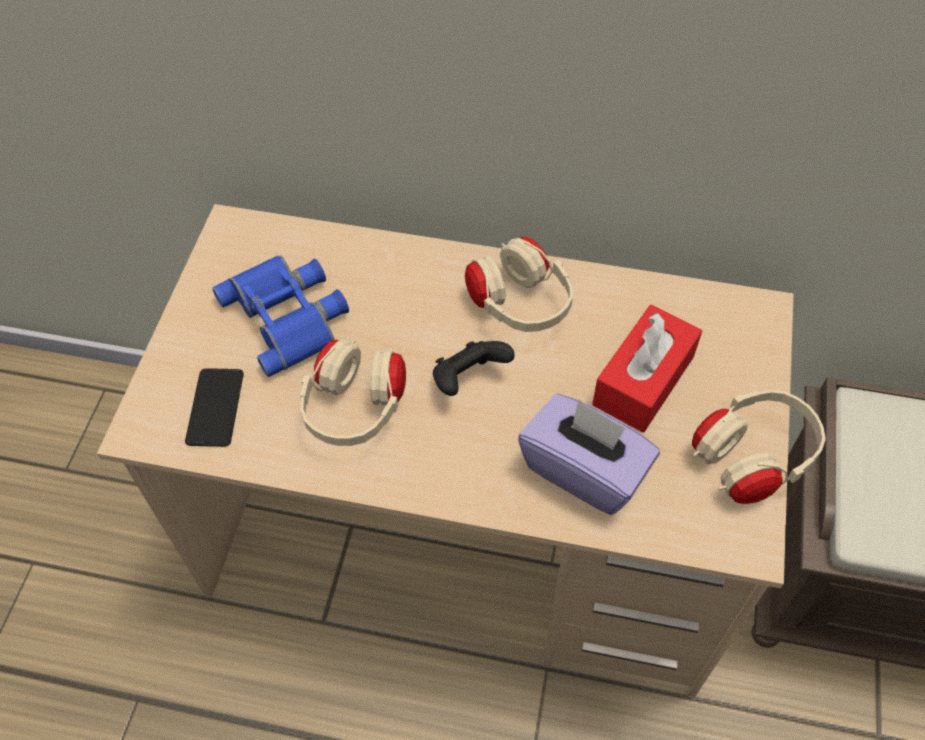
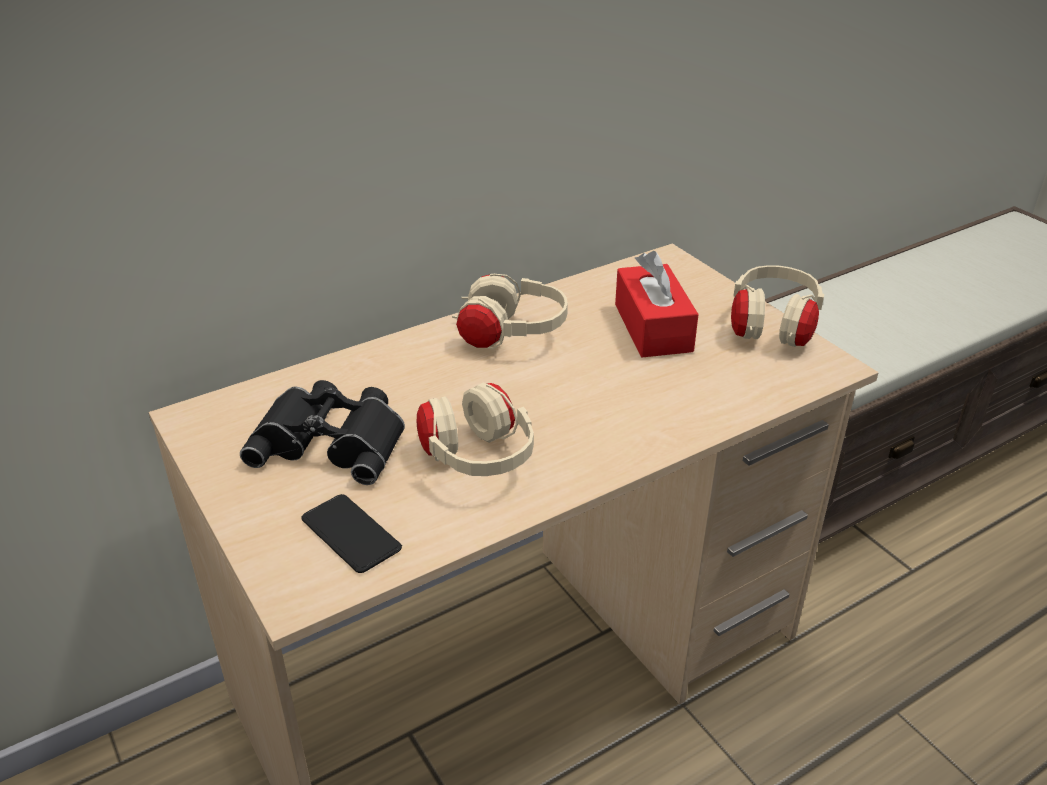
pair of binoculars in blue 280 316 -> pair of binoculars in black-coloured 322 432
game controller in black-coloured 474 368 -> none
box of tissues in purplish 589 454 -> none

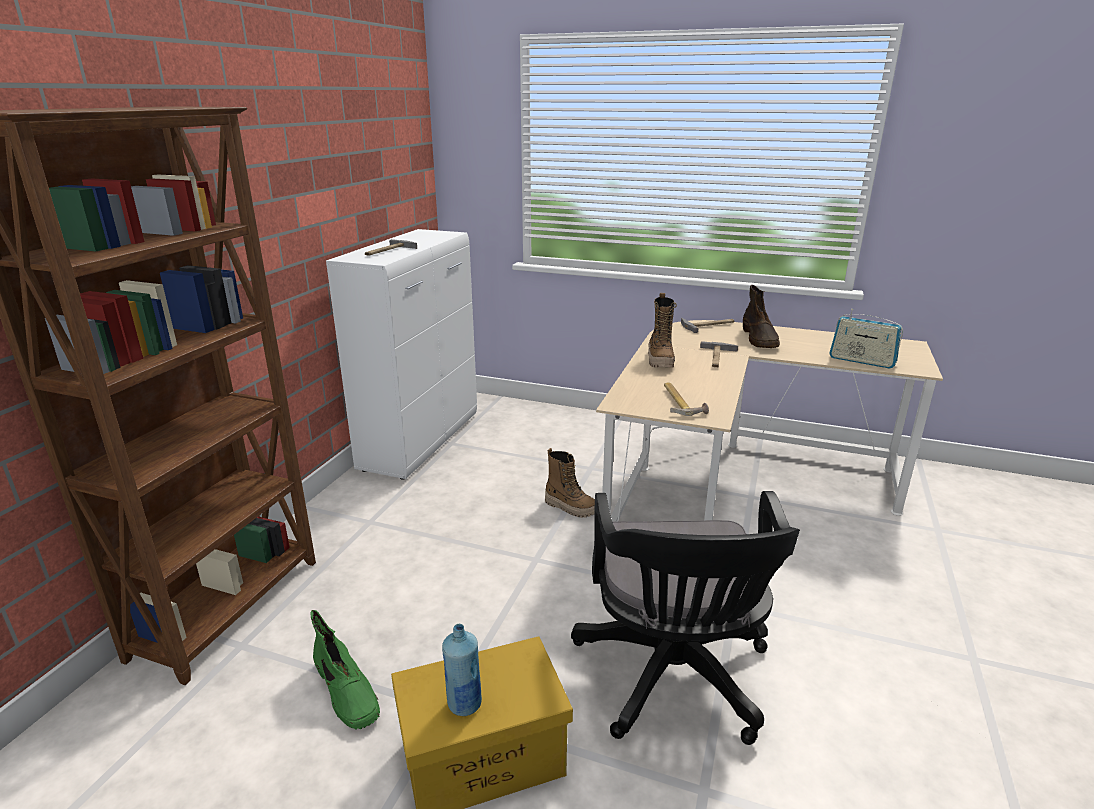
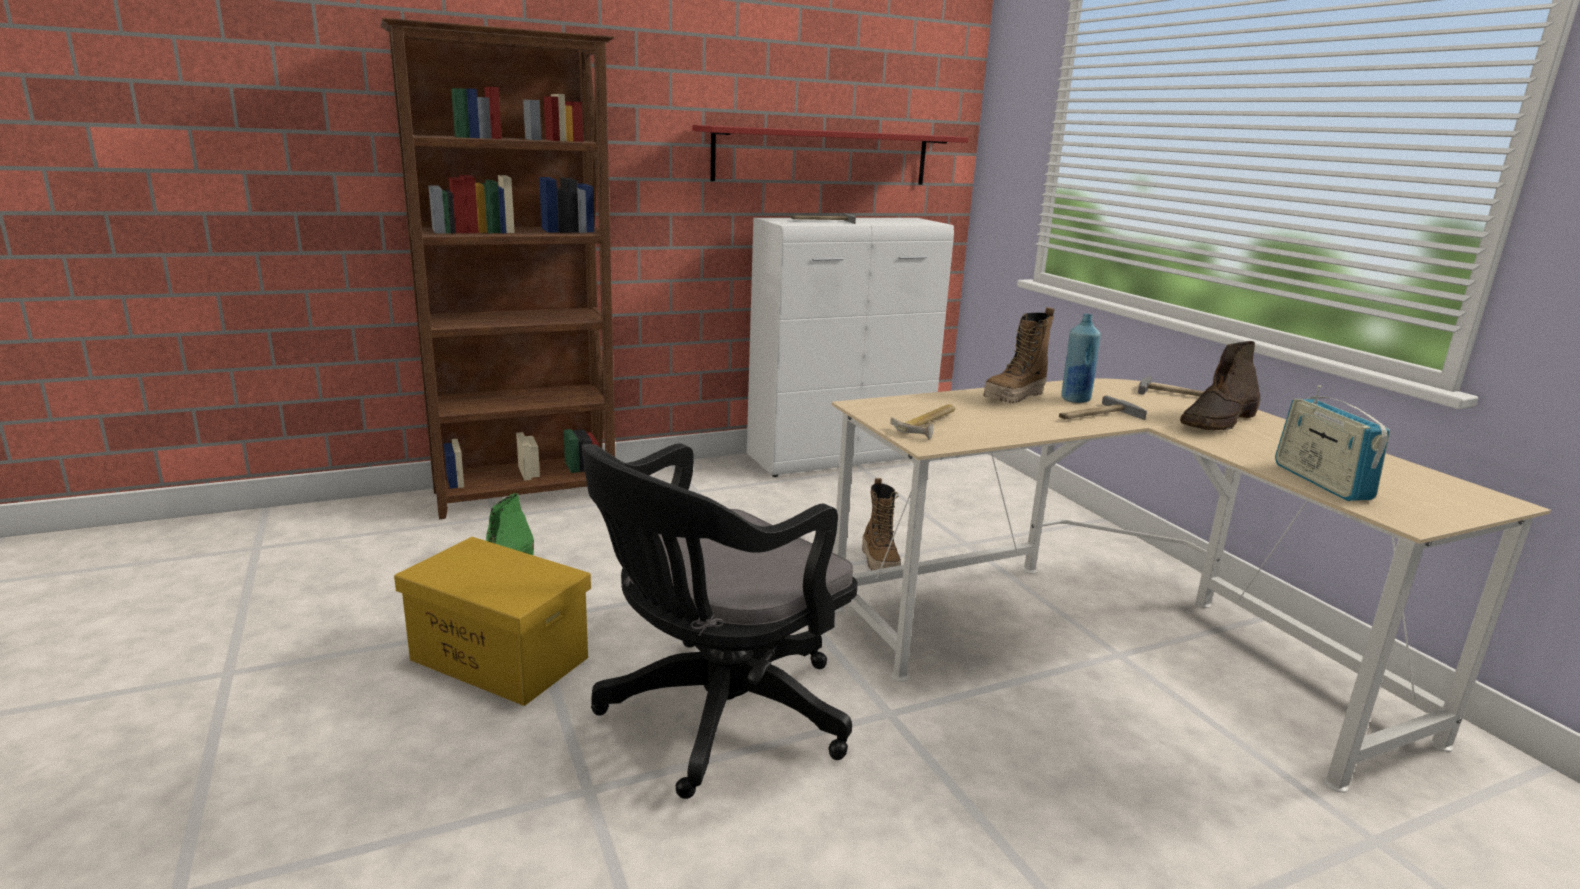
none -> wall shelf in reddish 830 155
drink bottle in blue 462 670 -> drink bottle in blue 1081 358, relocated

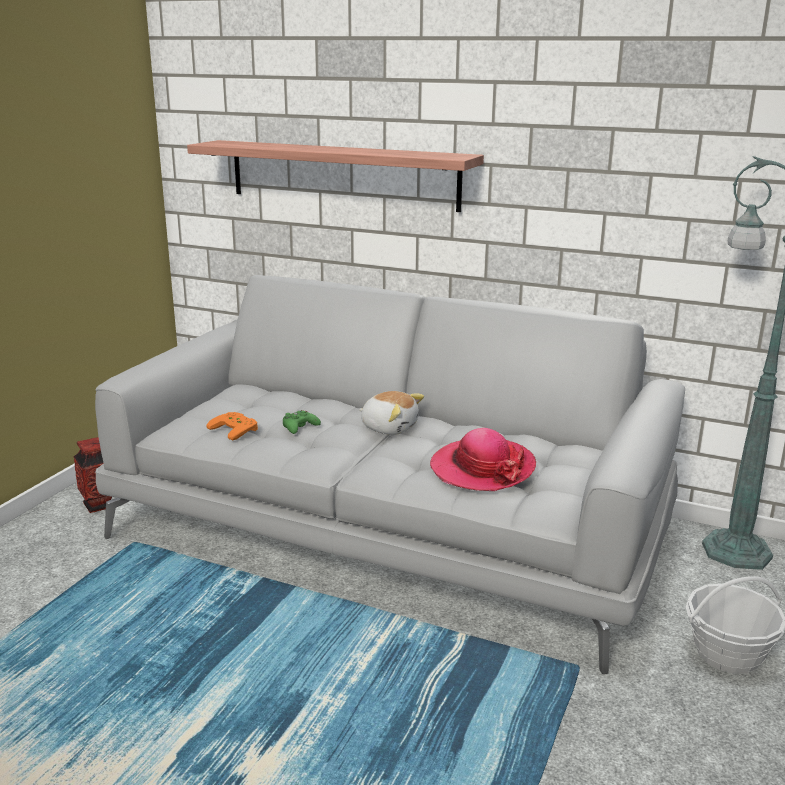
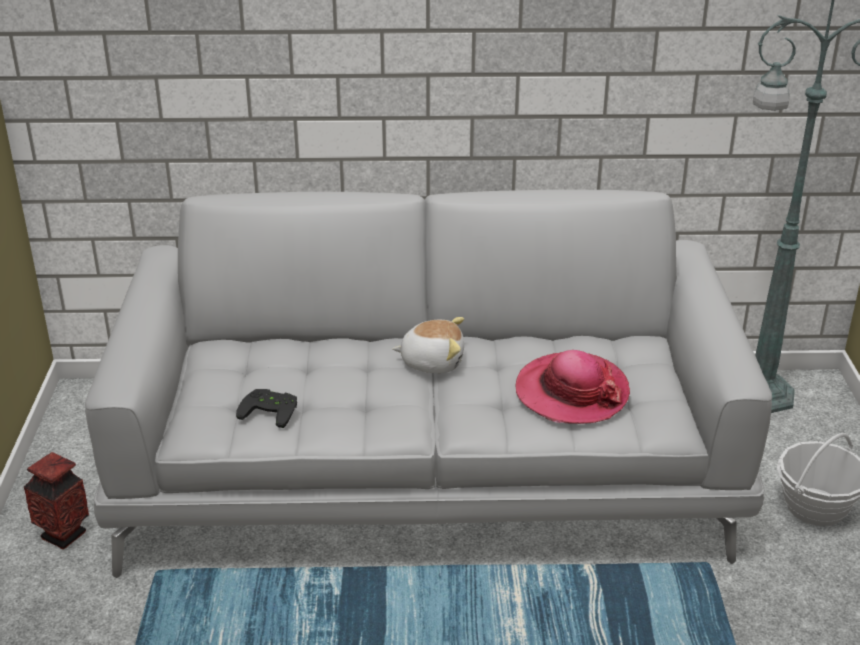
game controller in orangey 232 426 -> game controller in black-coloured 266 408
wall shelf 335 176 -> none
game controller in green 302 422 -> none

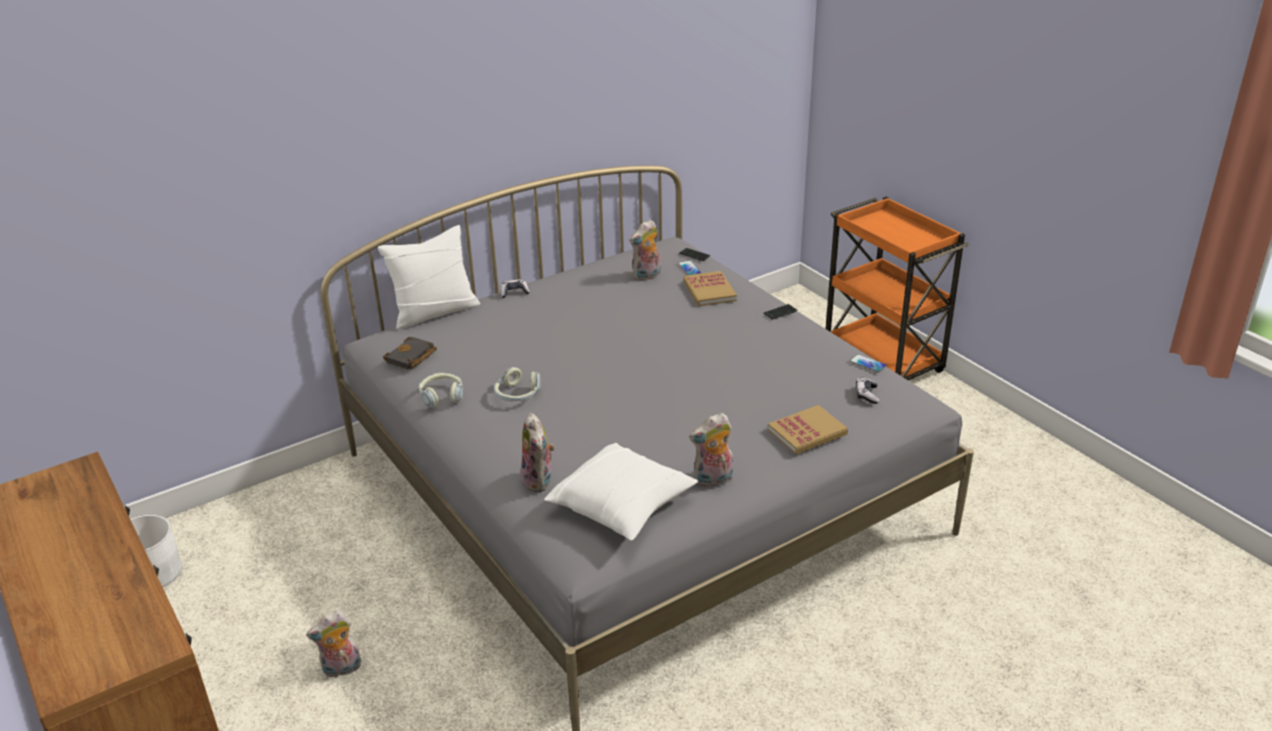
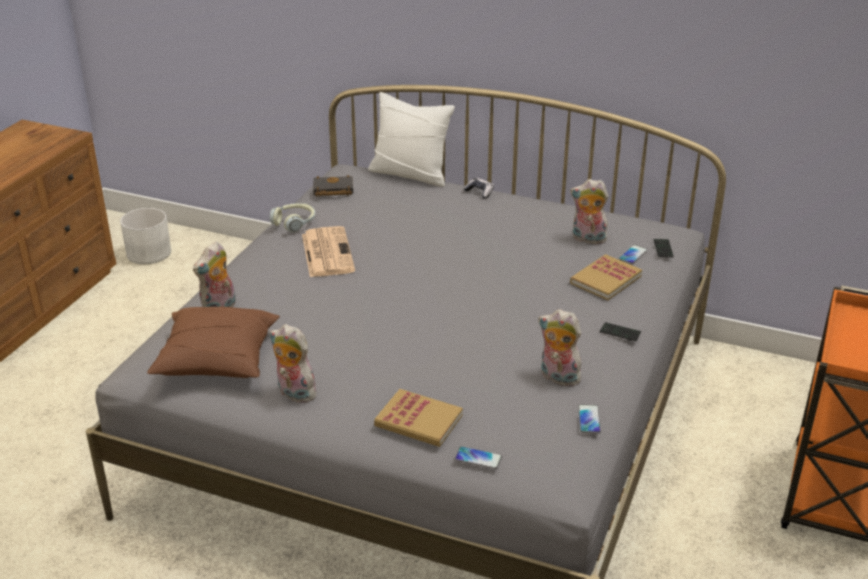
cushion in whitish 621 492 -> cushion in brown 213 342
headset 517 384 -> daily paper 328 251
none -> phone 478 457
plush toy 334 644 -> plush toy 560 347, relocated
game controller 868 391 -> none

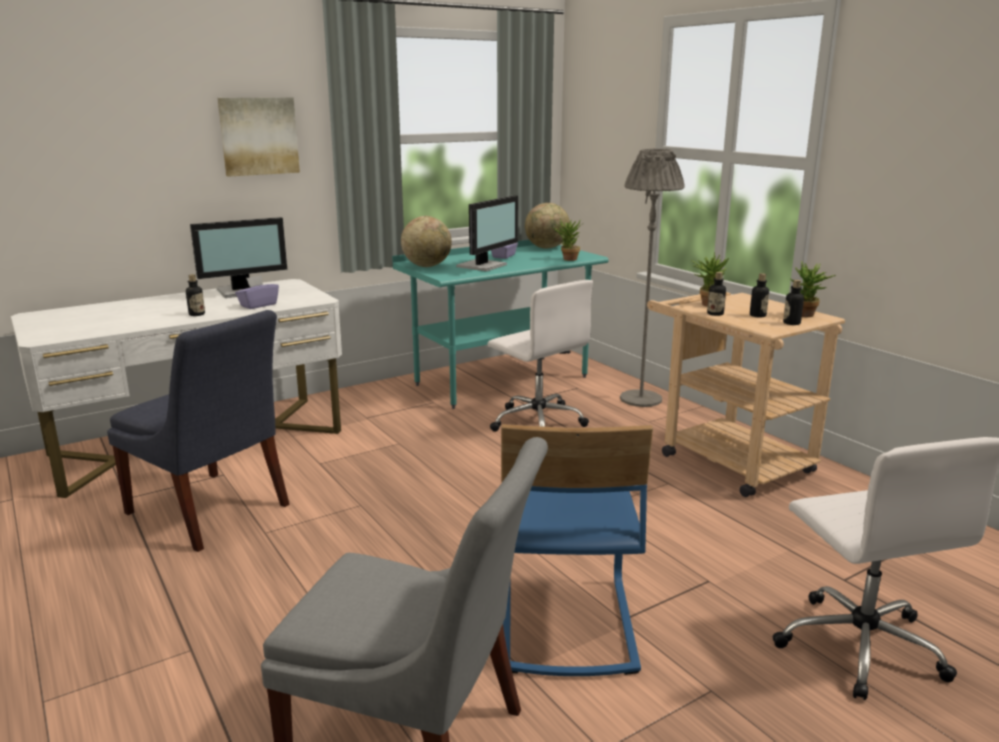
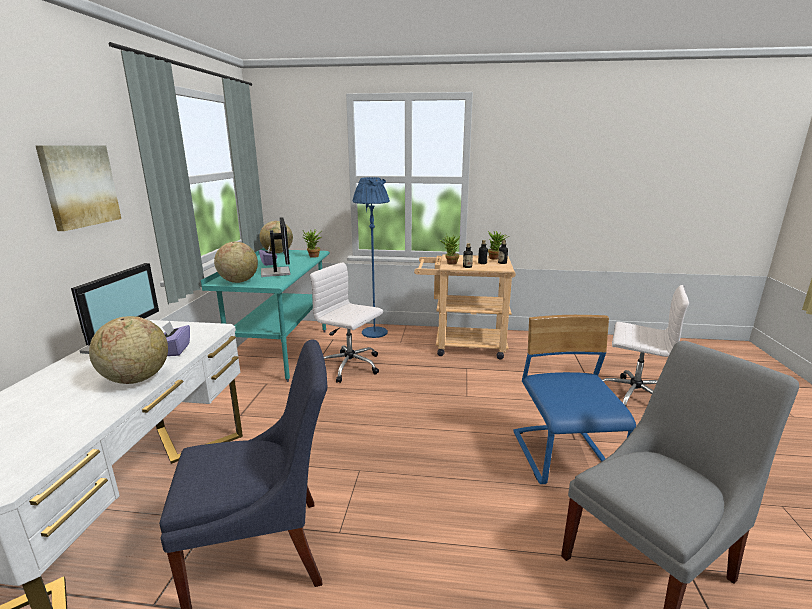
drink bottle 195 295 -> globe 128 350
office chair in whitish 540 356 -> office chair in whitish 346 322, 150 degrees counterclockwise
floor lamp in gray 652 278 -> floor lamp in blue 371 257
plain chair in blue 577 550 -> plain chair in blue 574 399, 135 degrees counterclockwise

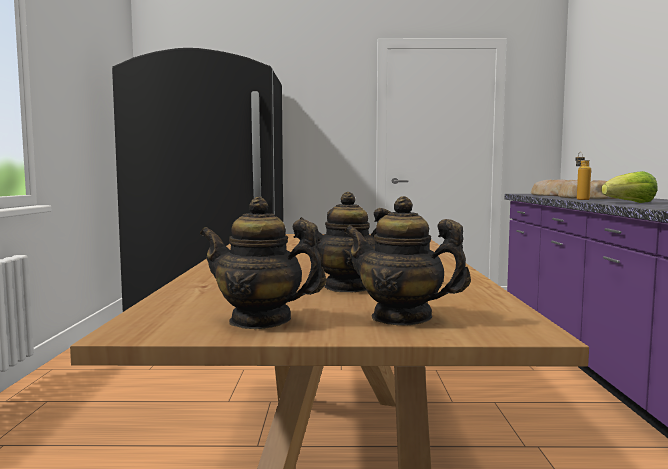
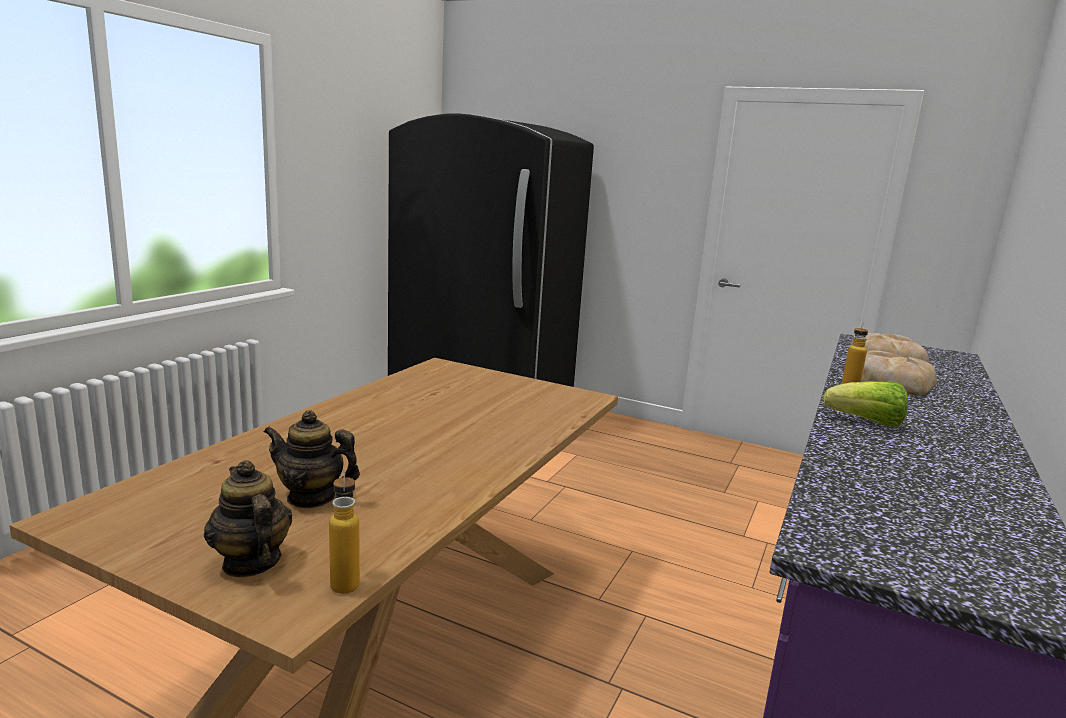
none -> drink bottle 344 531
tea pot 263 263 -> none

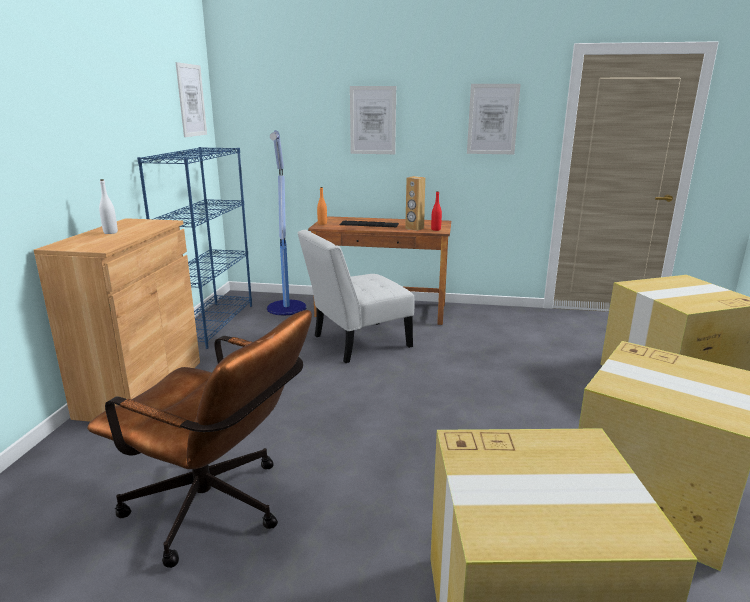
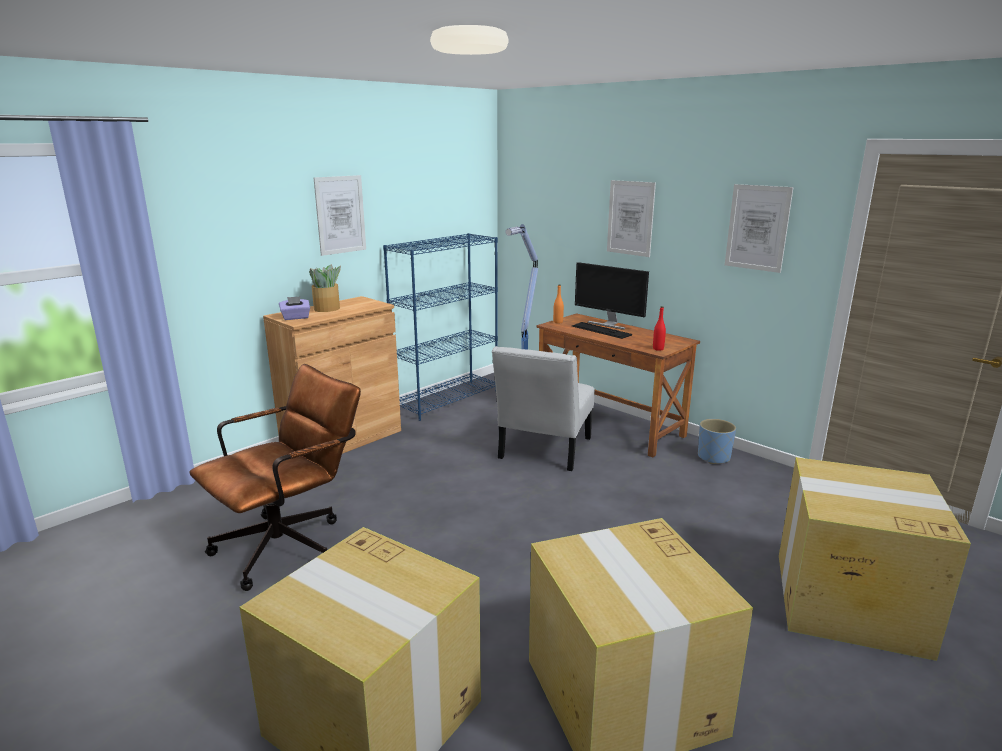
office chair in brown 199 439 -> office chair in brown 275 477, 105 degrees counterclockwise
none -> box of tissues in purplish 294 308
drink bottle in whitish 108 206 -> potted plant 325 288
picture 191 99 -> picture 340 215, relocated
plain chair in whitish 356 296 -> plain chair in whitish 543 408, 75 degrees counterclockwise
none -> computer display 612 296
none -> planter in blue 717 441
speaker in brown 415 203 -> none

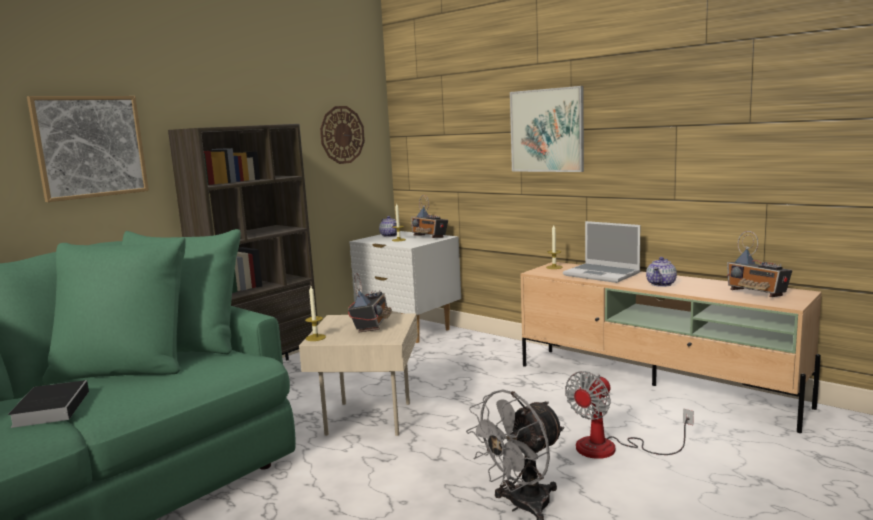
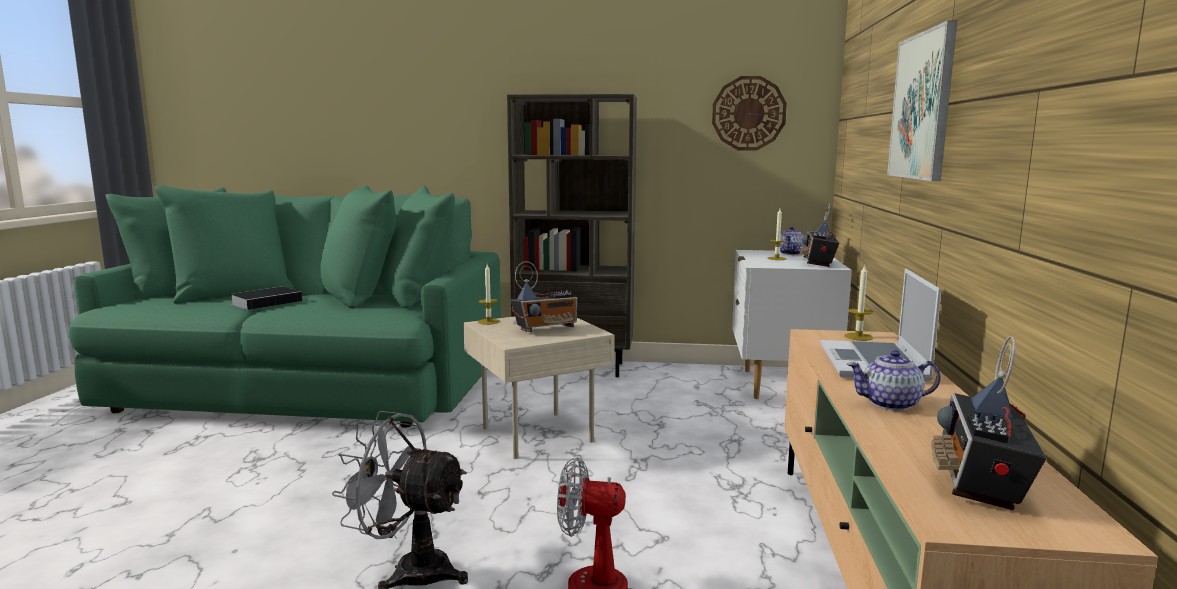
picture 88 149 -> none

